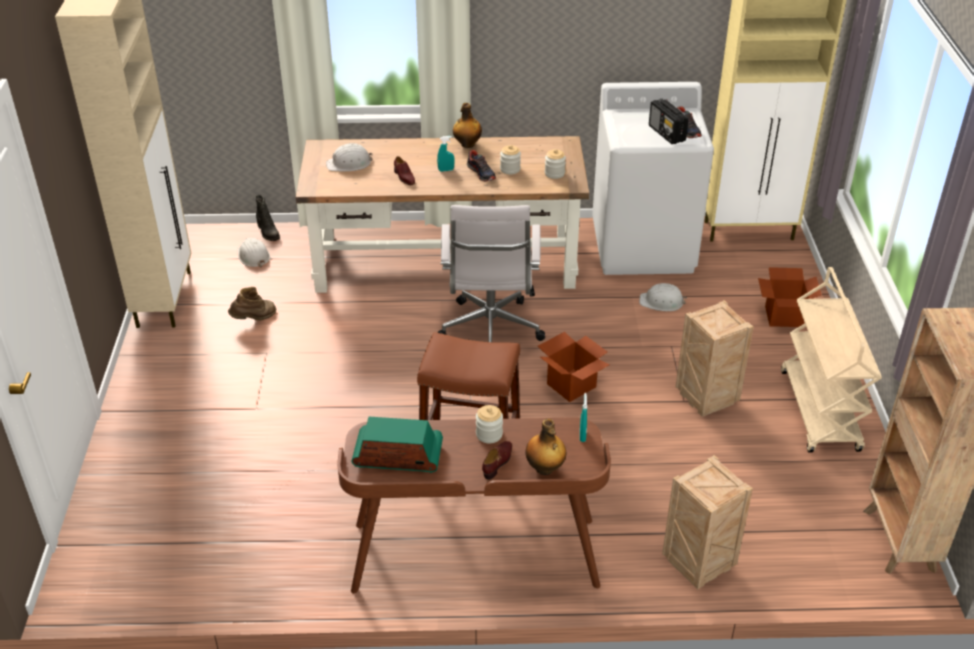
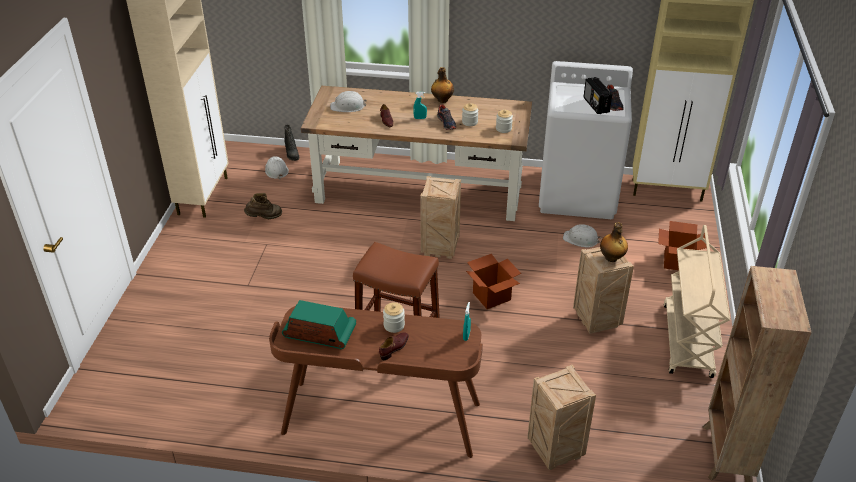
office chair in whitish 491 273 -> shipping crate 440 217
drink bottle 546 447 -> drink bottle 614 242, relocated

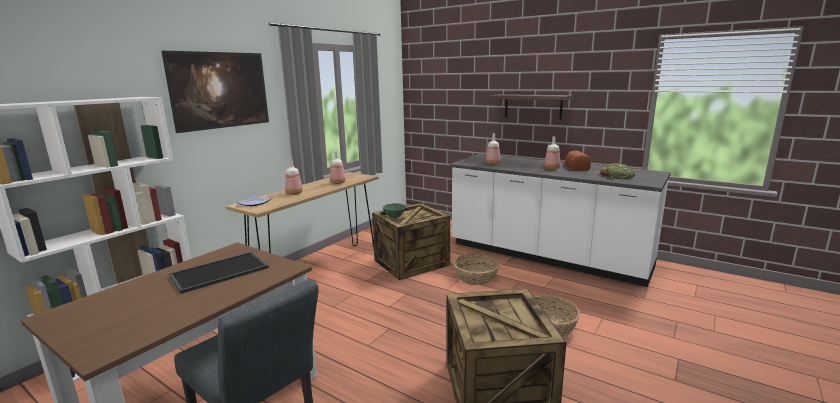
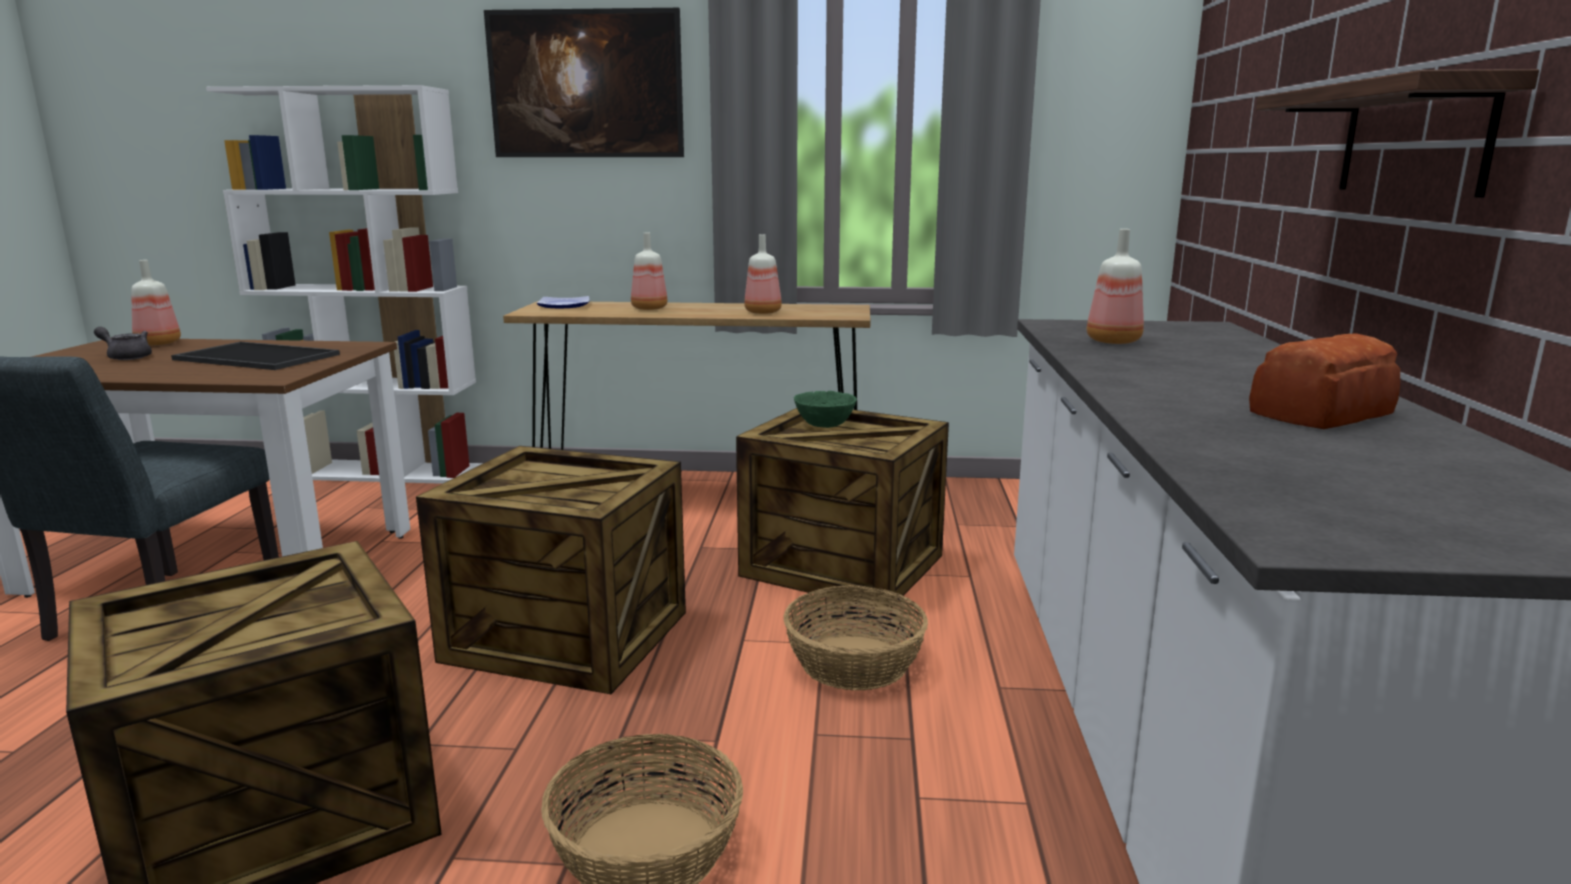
none -> tea pot in gray 123 343
drink bottle 552 153 -> drink bottle 156 303, relocated
none -> shipping crate 551 570
baked bread 617 171 -> none

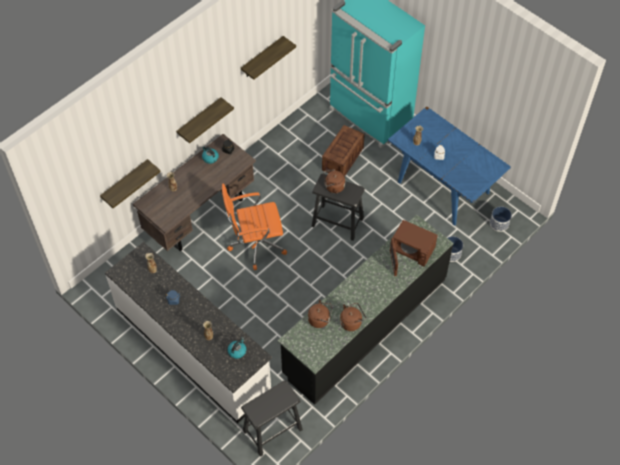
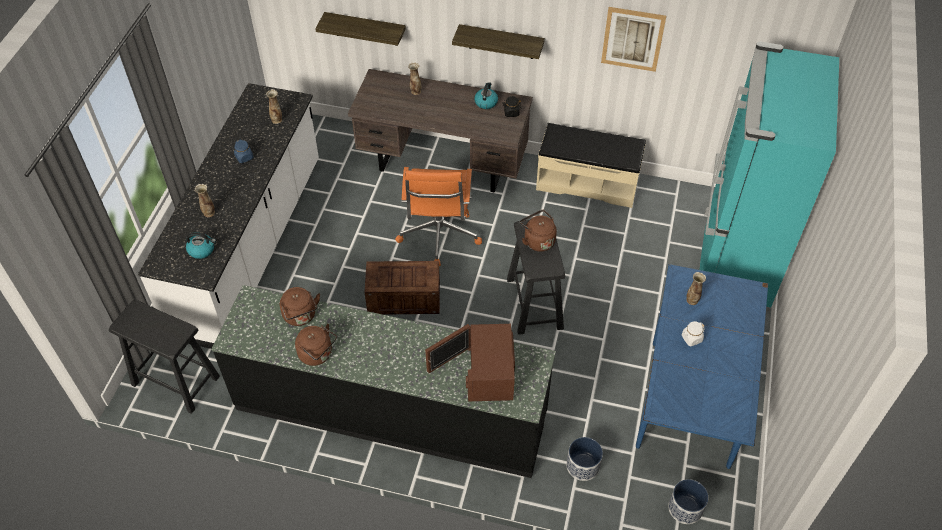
shipping crate 343 151 -> shipping crate 402 288, relocated
office chair in orangey 254 227 -> office chair in orangey 438 216, 135 degrees counterclockwise
none -> indoor bench in sand-coloured 591 165
wall shelf 268 58 -> picture 633 39

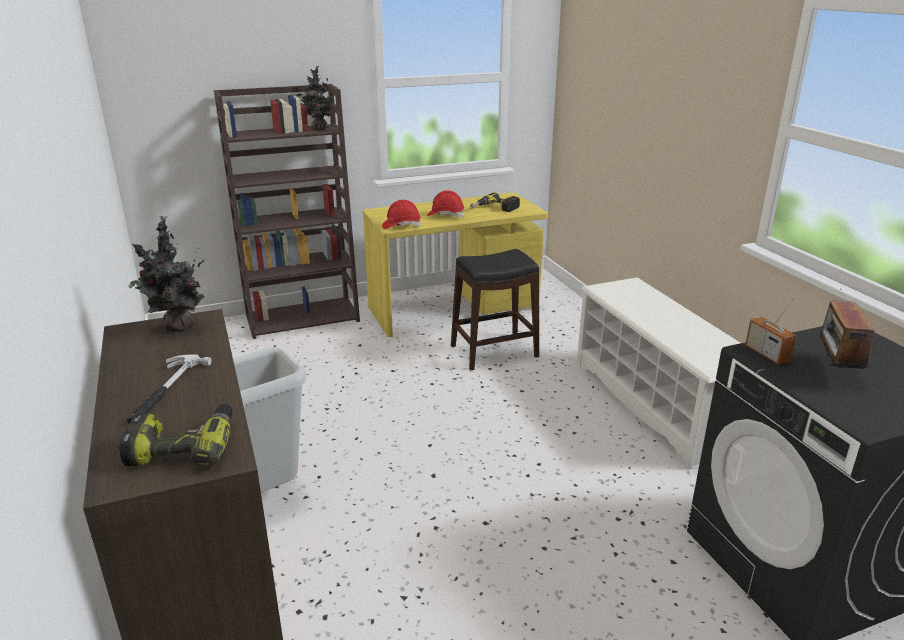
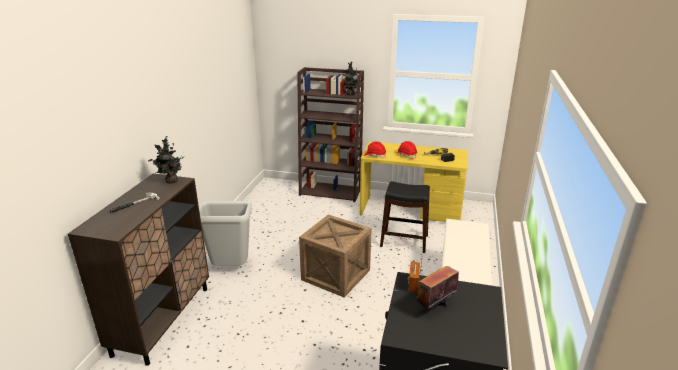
none -> shipping crate 335 256
electric drill 175 435 -> none

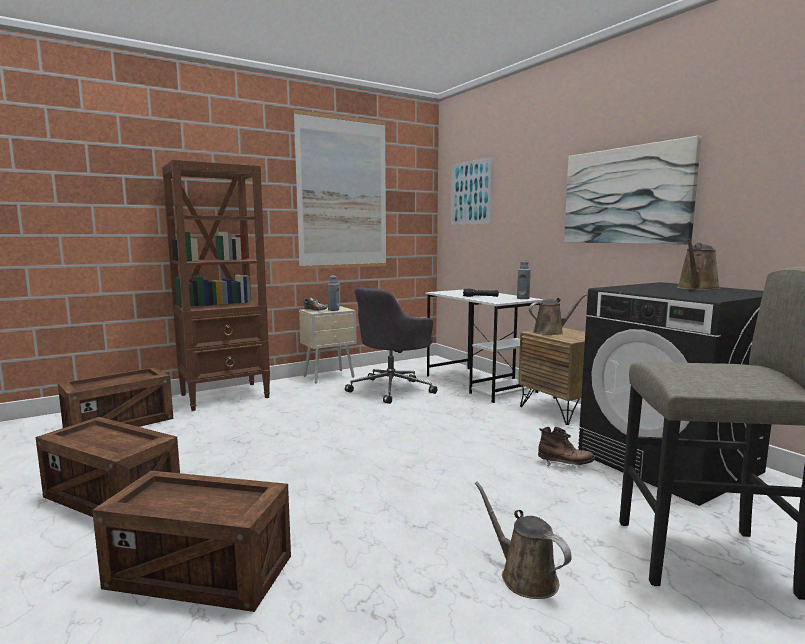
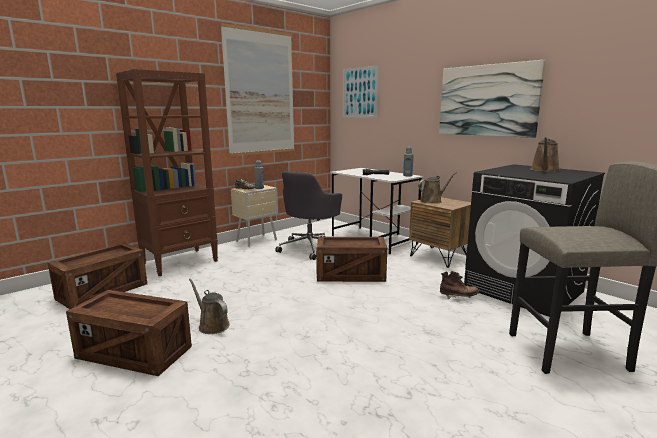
watering pot in brown 523 540 -> watering pot in brown 209 306, relocated
shipping crate 191 541 -> shipping crate 351 259, relocated

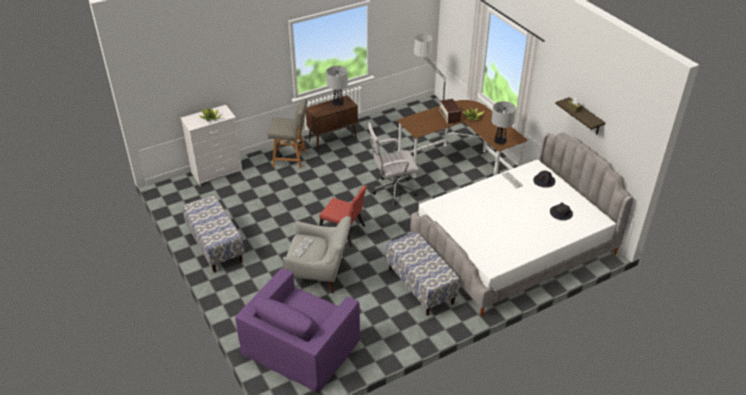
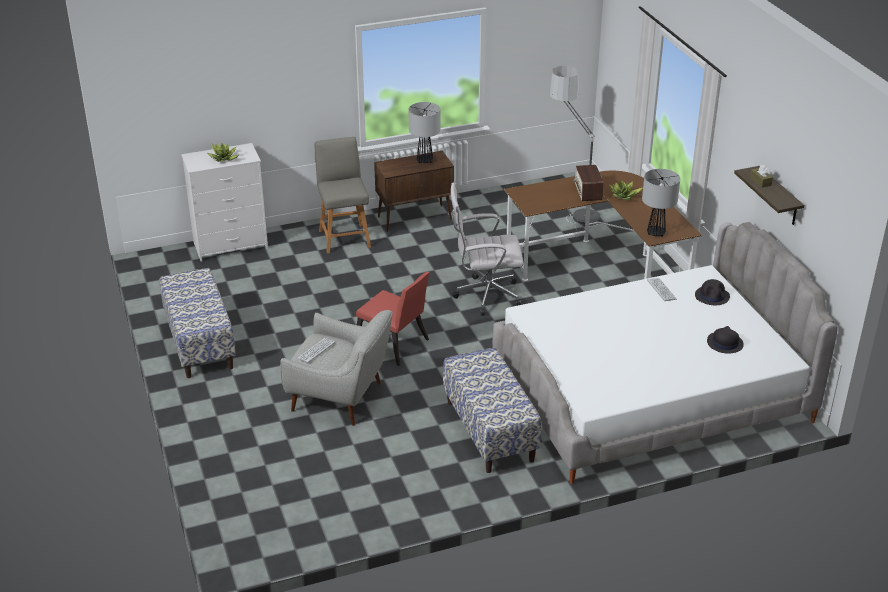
plain chair in gray 287 133 -> plain chair in gray 343 195, 120 degrees counterclockwise
armchair in purplish 297 330 -> none

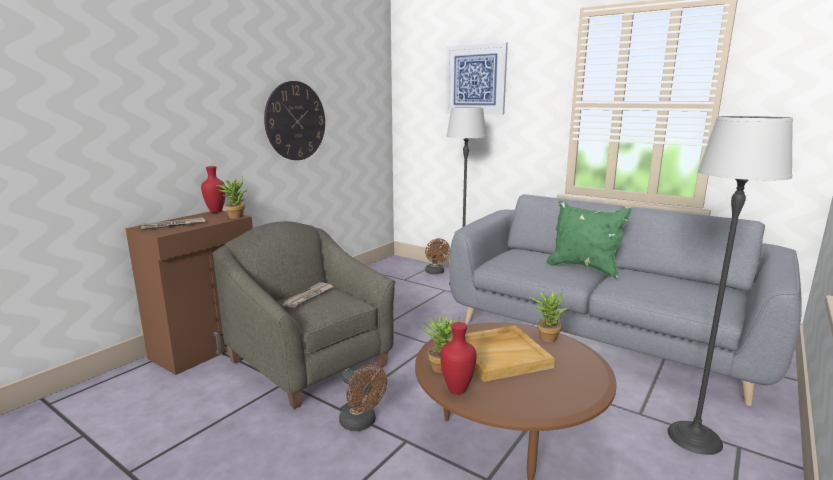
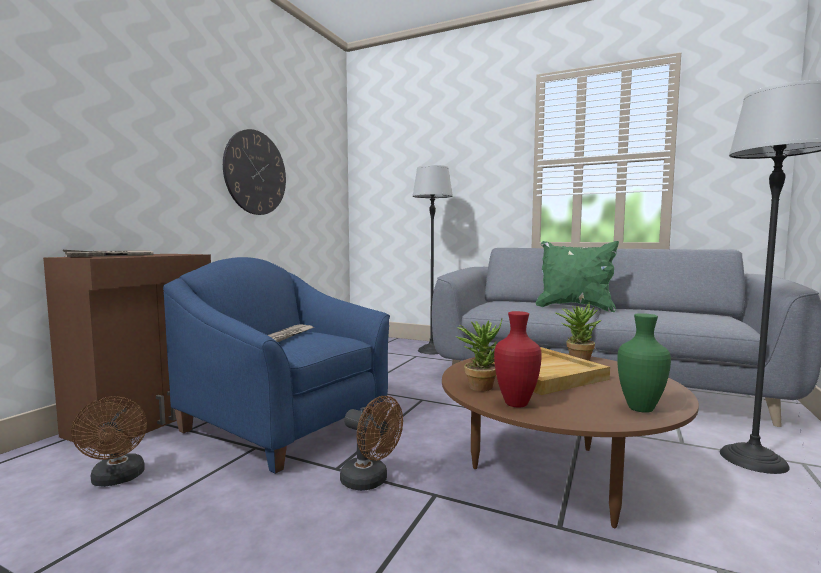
cooling fan in brown 437 256 -> cooling fan in brown 109 441, relocated
armchair in gray 304 315 -> armchair in blue 276 365
none -> vase in green 644 363
vase in reddish 213 189 -> none
potted plant 232 198 -> none
picture 477 78 -> none

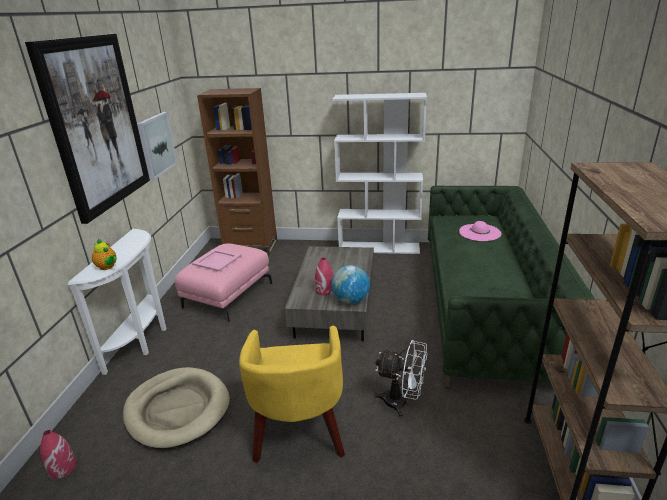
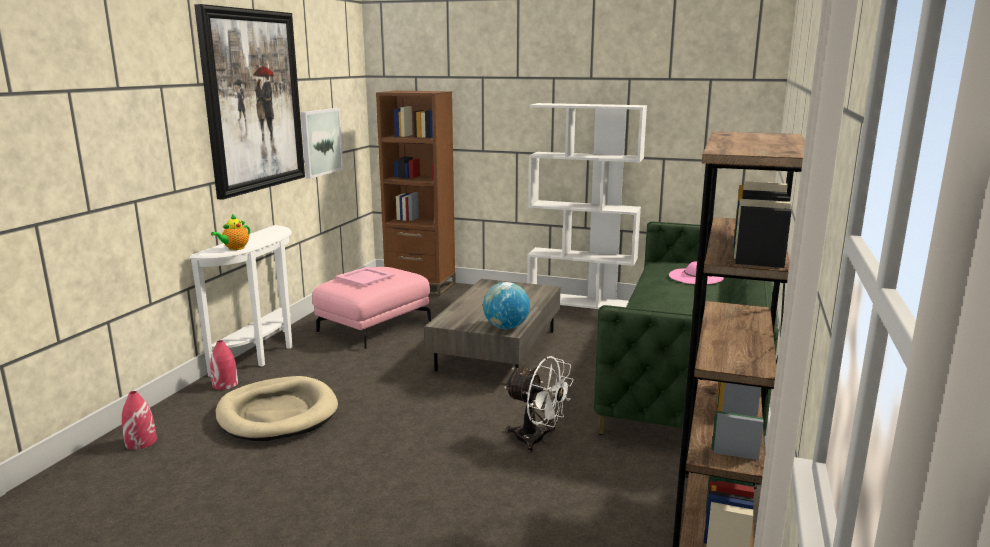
vase in reddish 324 277 -> vase in reddish 224 365, relocated
tea pot 104 254 -> tea pot 230 232, 75 degrees clockwise
armchair in yellow 292 394 -> none

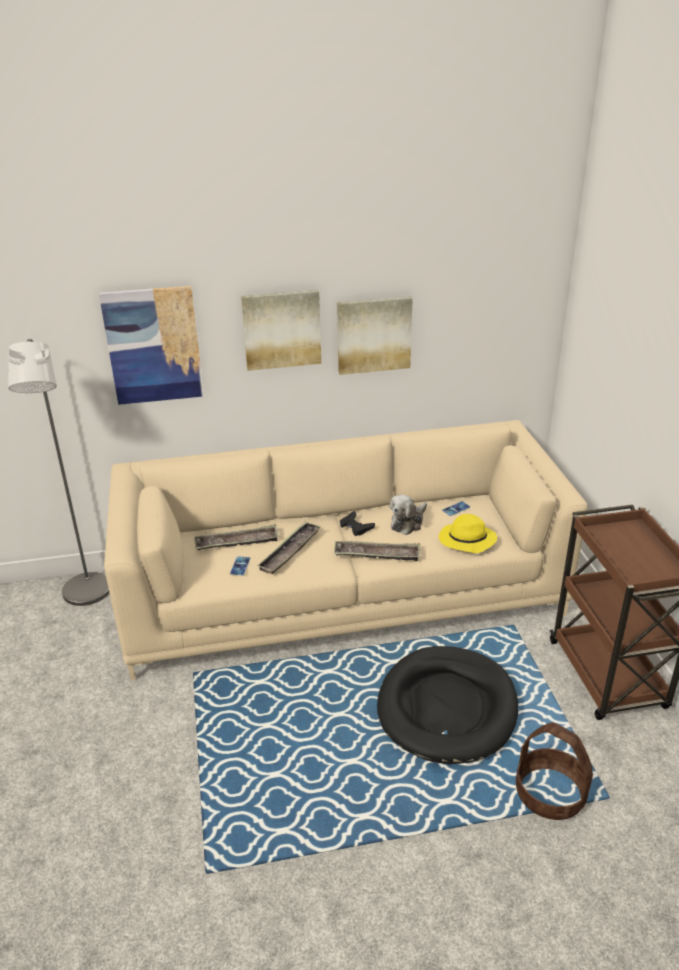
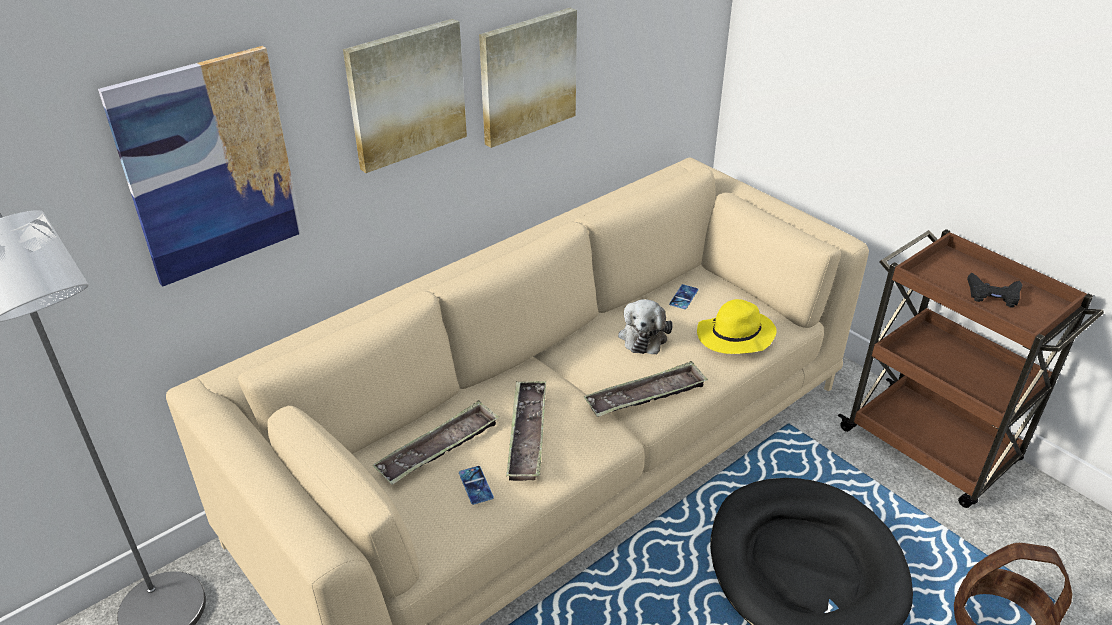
game controller in black-coloured 357 523 -> game controller in black-coloured 995 290, relocated

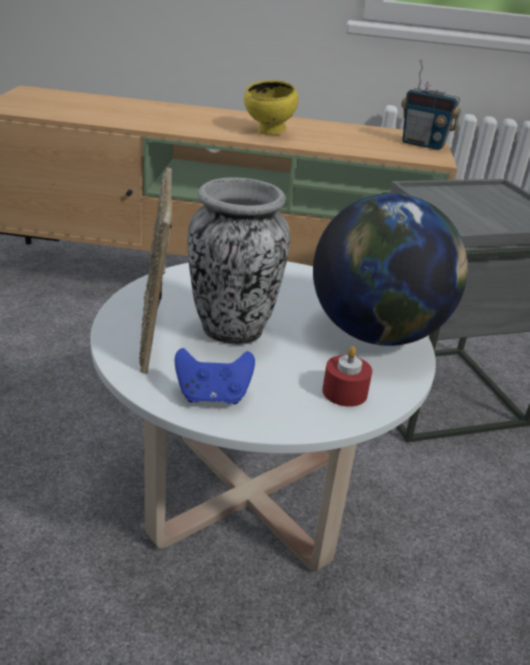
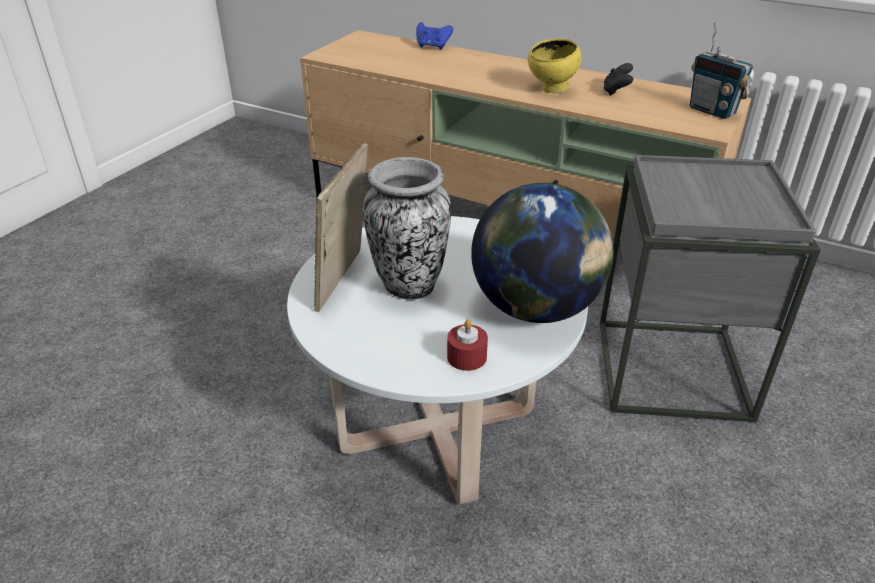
game controller in blue 214 376 -> game controller in blue 434 36, relocated
none -> game controller in black-coloured 618 79

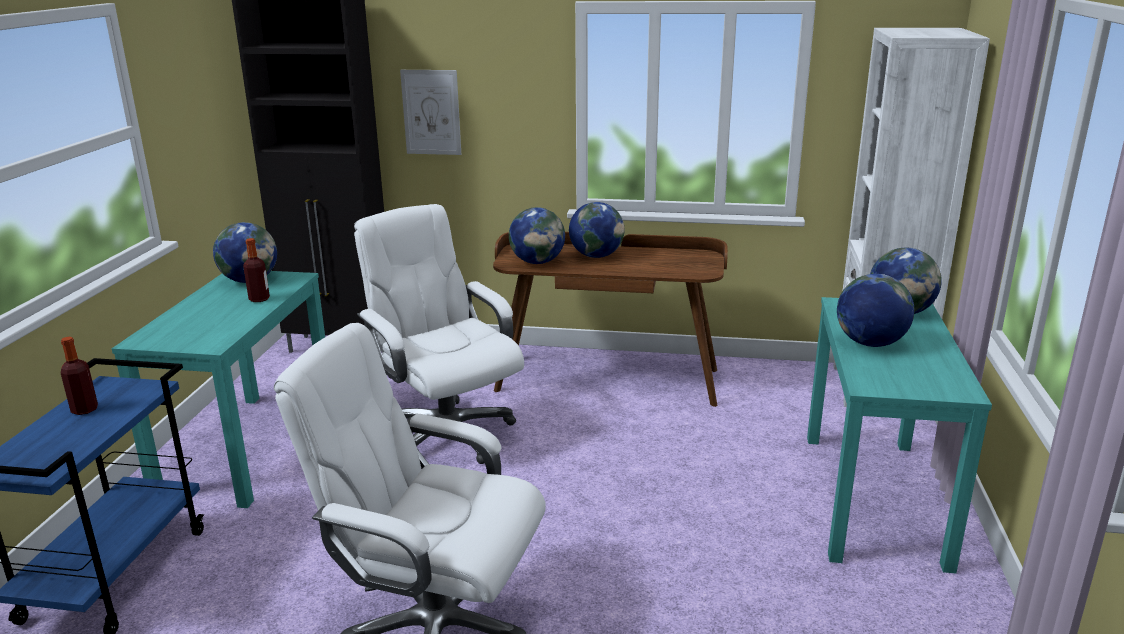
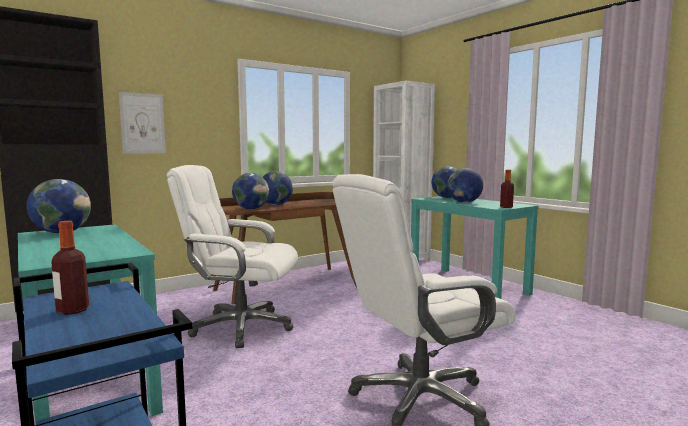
drink bottle 256 270 -> drink bottle 507 189, relocated

